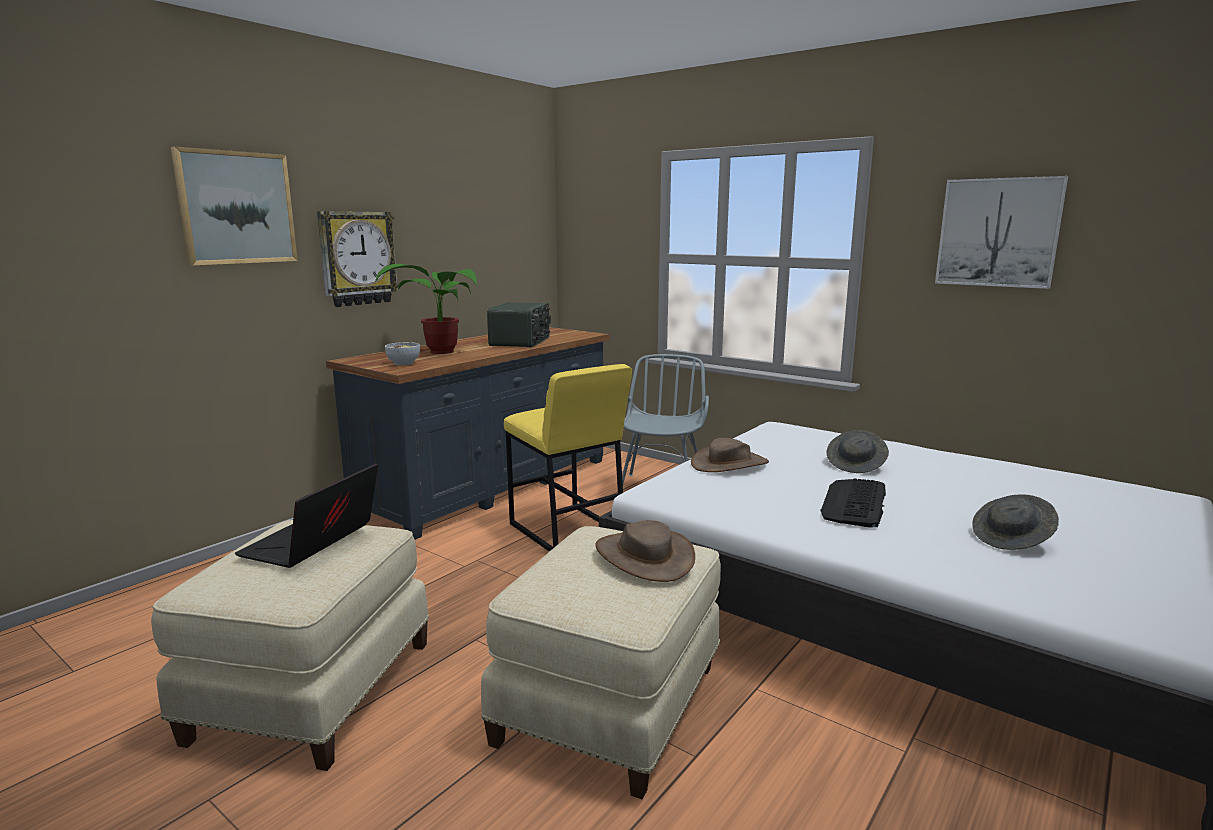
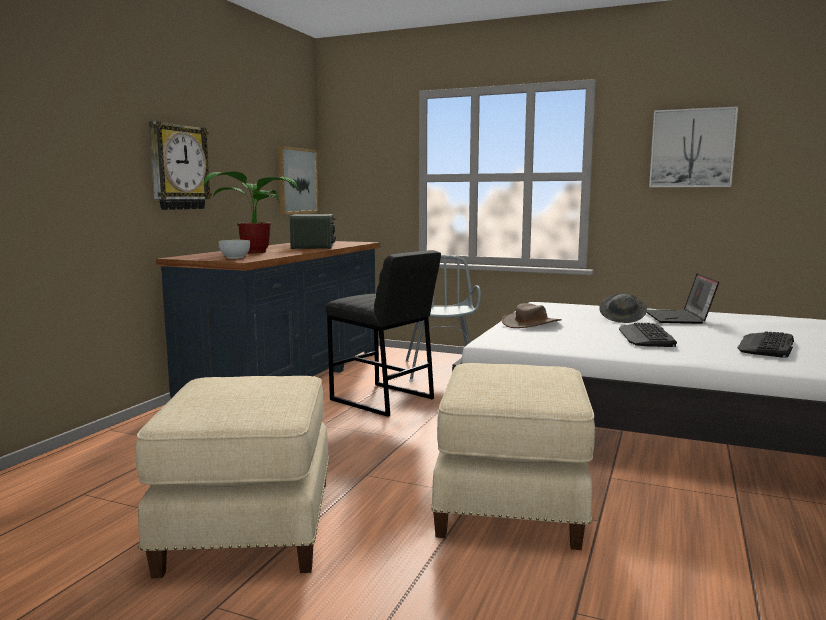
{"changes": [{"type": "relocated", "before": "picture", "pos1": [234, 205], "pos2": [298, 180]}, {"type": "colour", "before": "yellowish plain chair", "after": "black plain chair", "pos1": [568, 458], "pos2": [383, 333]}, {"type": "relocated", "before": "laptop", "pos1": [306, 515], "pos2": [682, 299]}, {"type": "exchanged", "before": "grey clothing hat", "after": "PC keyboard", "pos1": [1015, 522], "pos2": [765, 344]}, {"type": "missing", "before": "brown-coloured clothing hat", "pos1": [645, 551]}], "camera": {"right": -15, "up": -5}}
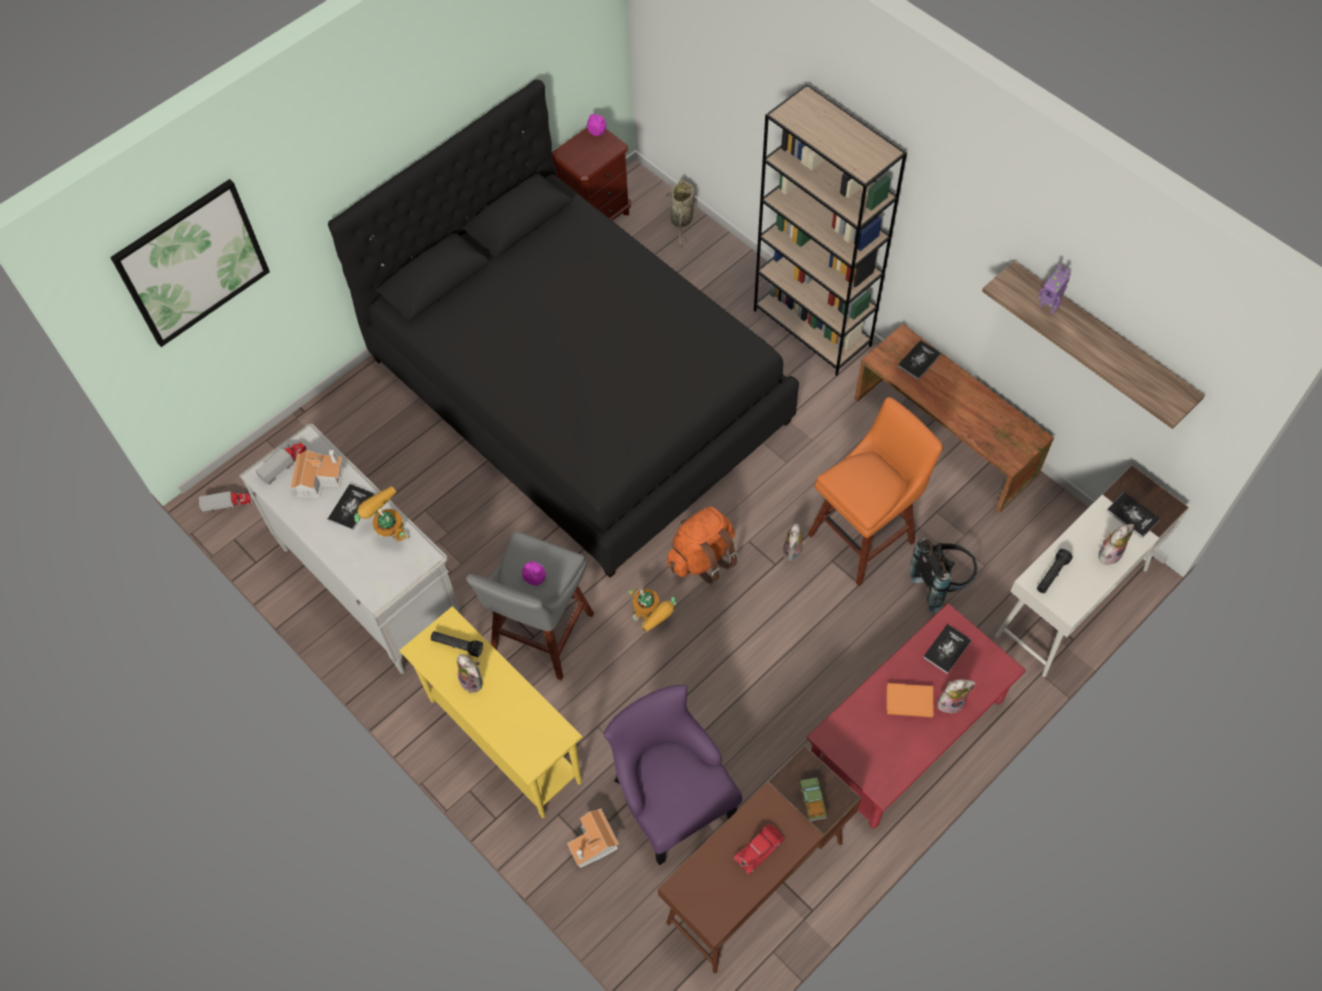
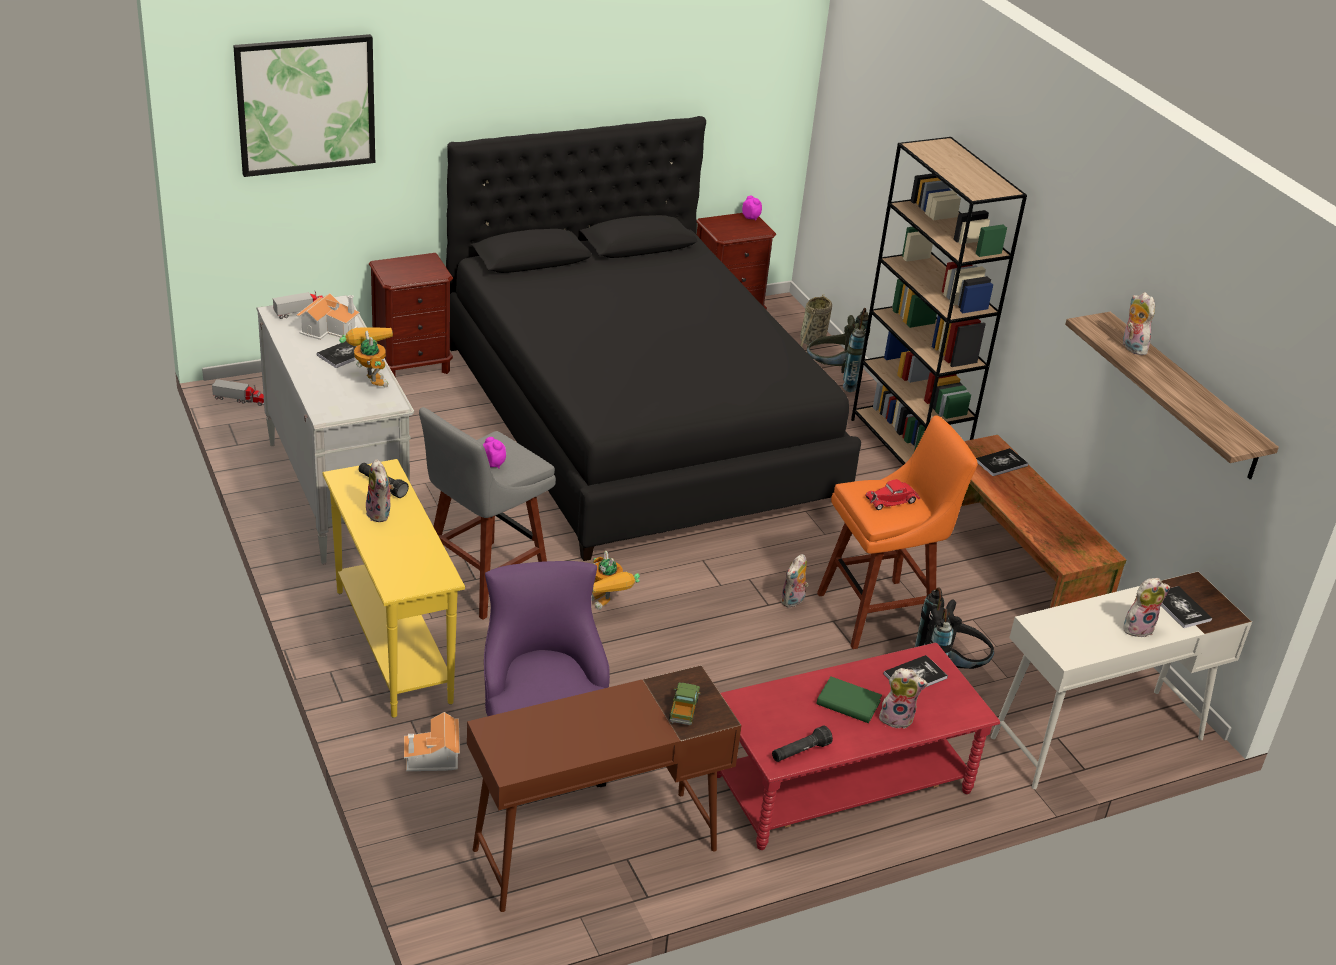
{"changes": [{"type": "appeared", "after": "brown-coloured bedside table", "pos2": [411, 315]}, {"type": "relocated", "before": "black flashlight", "pos1": [1055, 571], "pos2": [802, 744]}, {"type": "appeared", "after": "grey knapsack", "pos2": [838, 350]}, {"type": "colour", "before": "orange-coloured volume", "after": "green-coloured volume", "pos1": [910, 700], "pos2": [849, 699]}, {"type": "relocated", "before": "red-coloured model car", "pos1": [759, 849], "pos2": [892, 494]}, {"type": "exchanged", "before": "toy robot", "after": "cuddly toy", "pos1": [1054, 289], "pos2": [1138, 323]}, {"type": "missing", "before": "orange-coloured knapsack", "pos1": [703, 545]}], "camera": {"right": 15, "up": -25}}
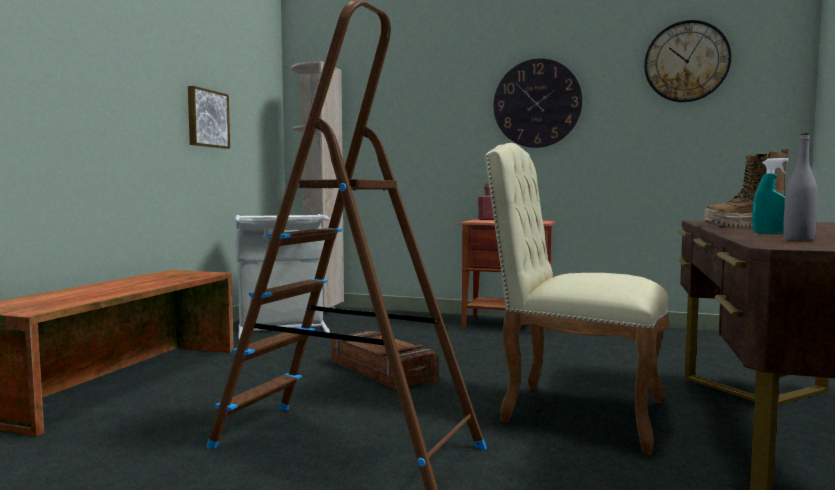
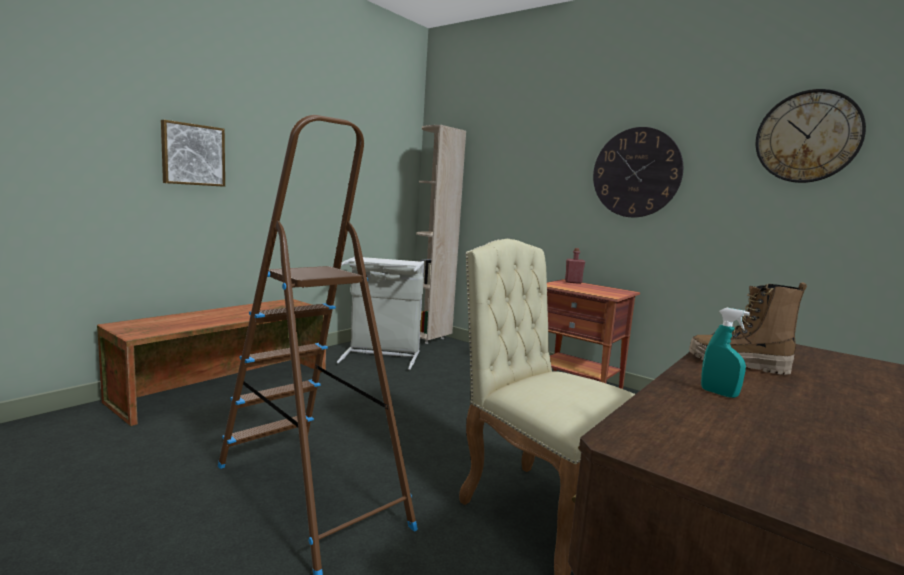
{"changes": [{"type": "relocated", "before": "picture", "pos1": [209, 117], "pos2": [193, 153]}, {"type": "missing", "before": "packing crate", "pos1": [385, 360]}, {"type": "missing", "before": "grey drink bottle", "pos1": [800, 187]}], "camera": {"right": 20, "up": 5}}
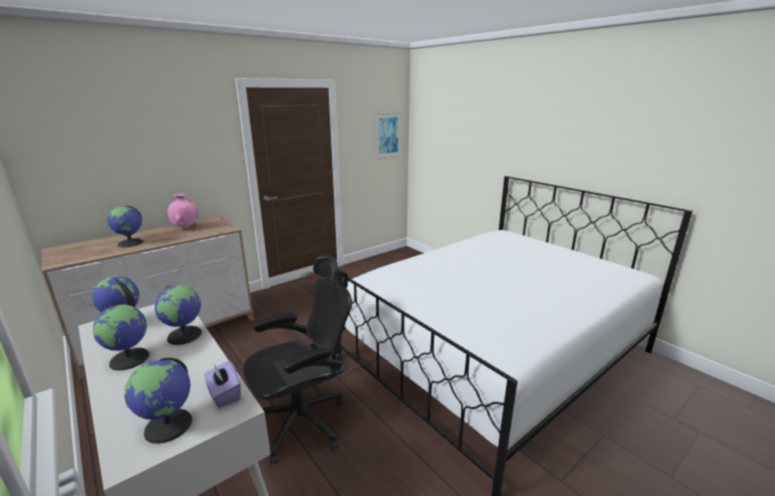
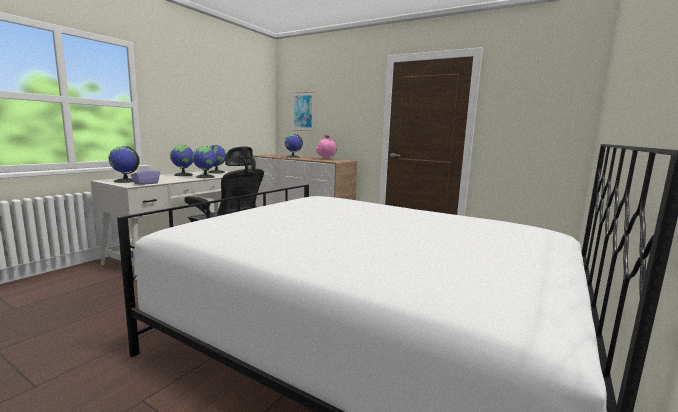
{"changes": [{"type": "relocated", "before": "picture", "pos1": [388, 136], "pos2": [303, 111]}], "camera": {"right": 70, "up": -10}}
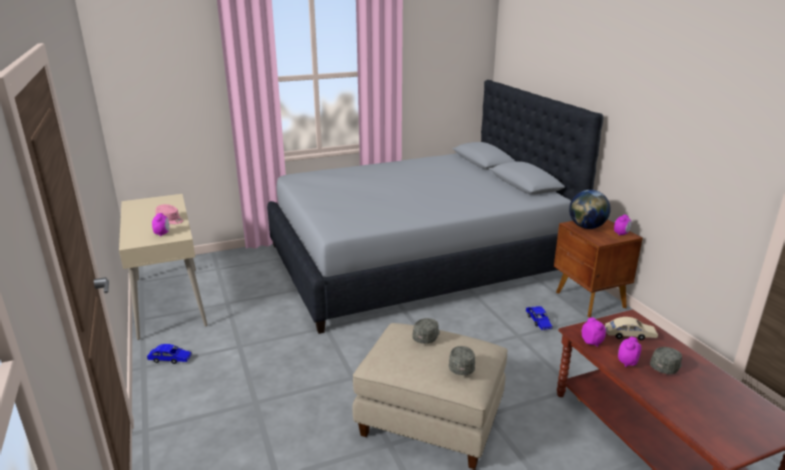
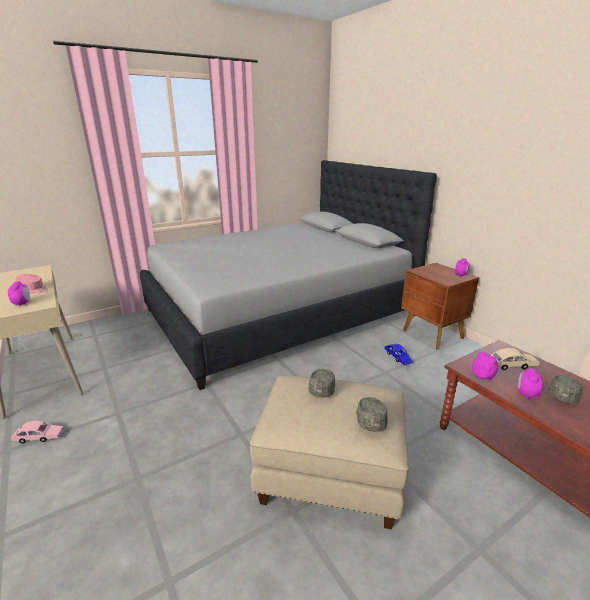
{"changes": [{"type": "colour", "before": "blue-coloured model car", "after": "pink-coloured model car", "pos1": [169, 354], "pos2": [37, 432]}, {"type": "missing", "before": "desk globe", "pos1": [590, 209]}], "camera": {"right": -10, "up": 0}}
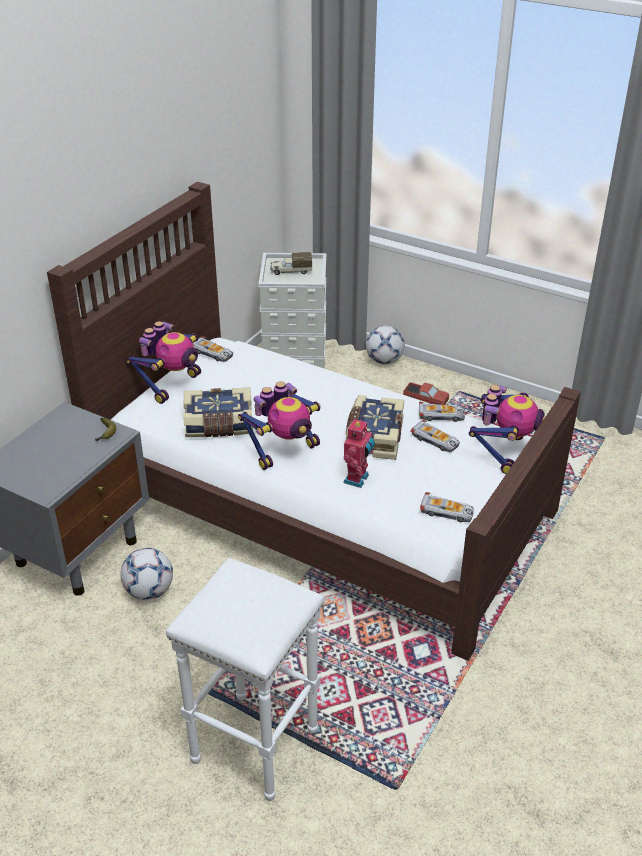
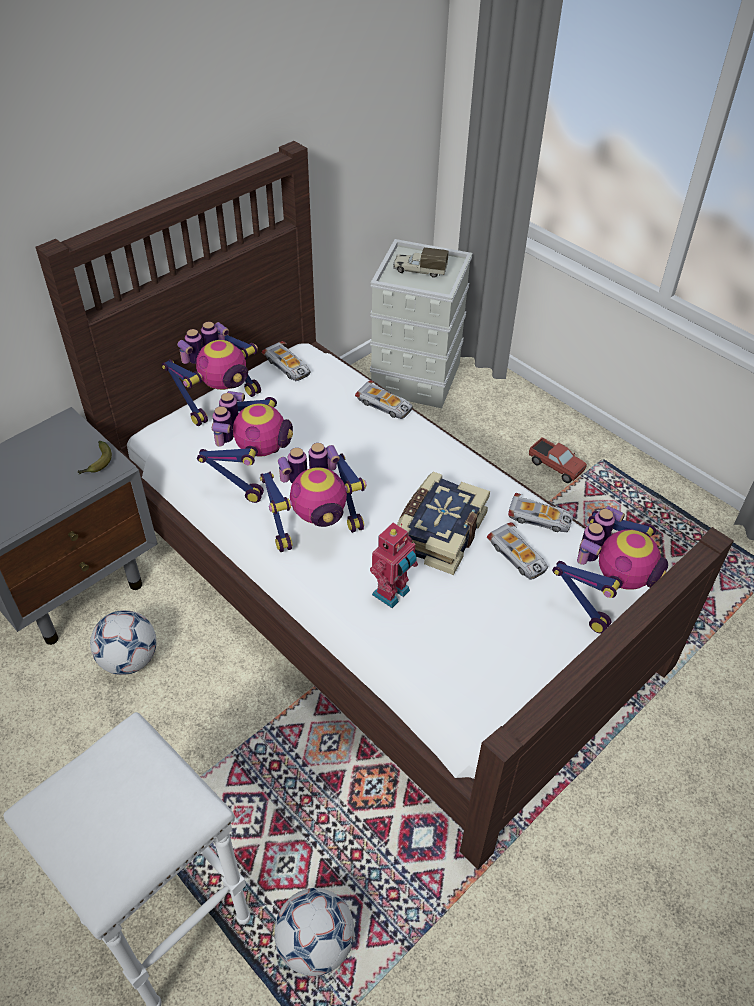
{"changes": [{"type": "exchanged", "before": "volume", "after": "toy robot", "pos1": [218, 412], "pos2": [245, 447]}, {"type": "relocated", "before": "ball for football", "pos1": [385, 344], "pos2": [314, 932]}, {"type": "relocated", "before": "model car", "pos1": [447, 507], "pos2": [384, 399]}], "camera": {"right": 15, "up": 10}}
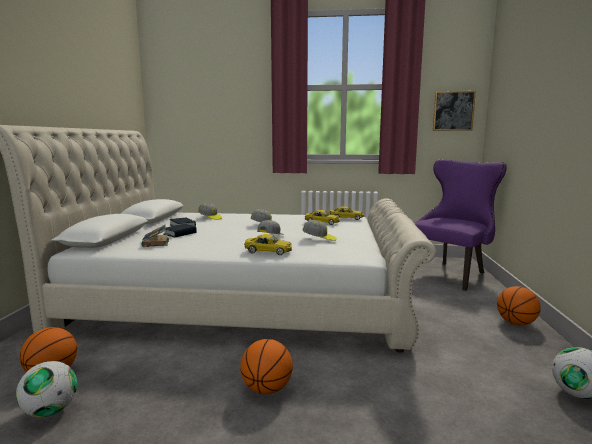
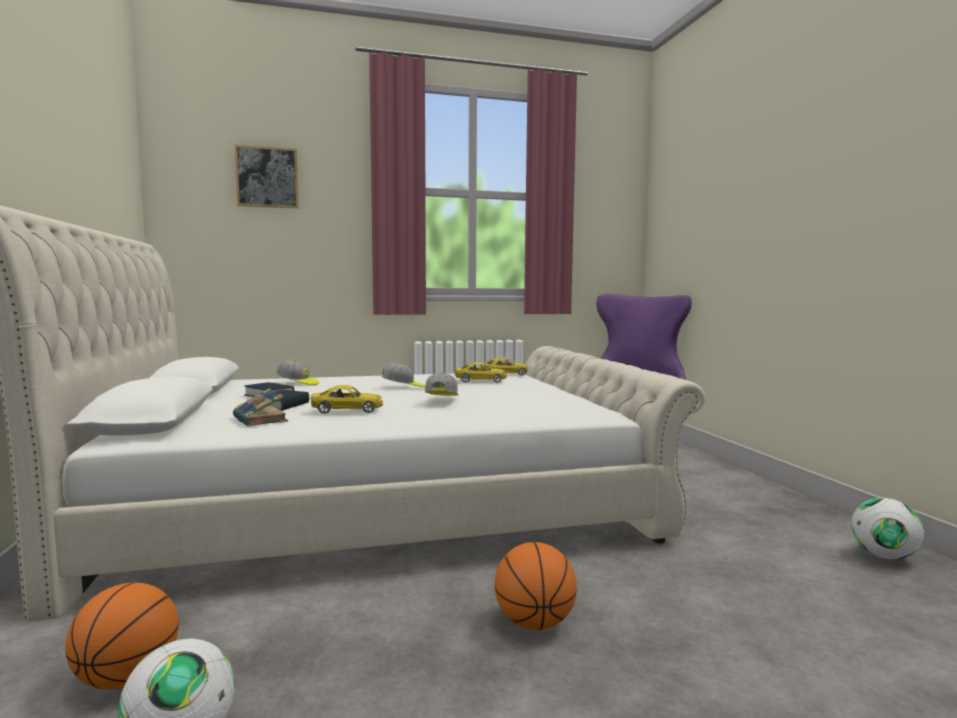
{"changes": [{"type": "relocated", "before": "picture", "pos1": [454, 111], "pos2": [267, 176]}, {"type": "relocated", "before": "yellowish model car", "pos1": [268, 244], "pos2": [347, 399]}, {"type": "missing", "before": "baseball cap", "pos1": [320, 230]}, {"type": "missing", "before": "basketball", "pos1": [519, 305]}], "camera": {"right": -20, "up": -5}}
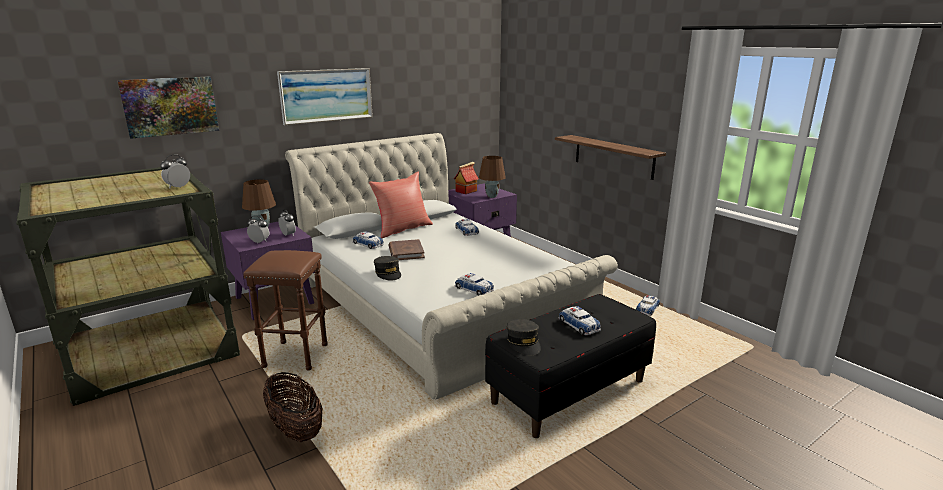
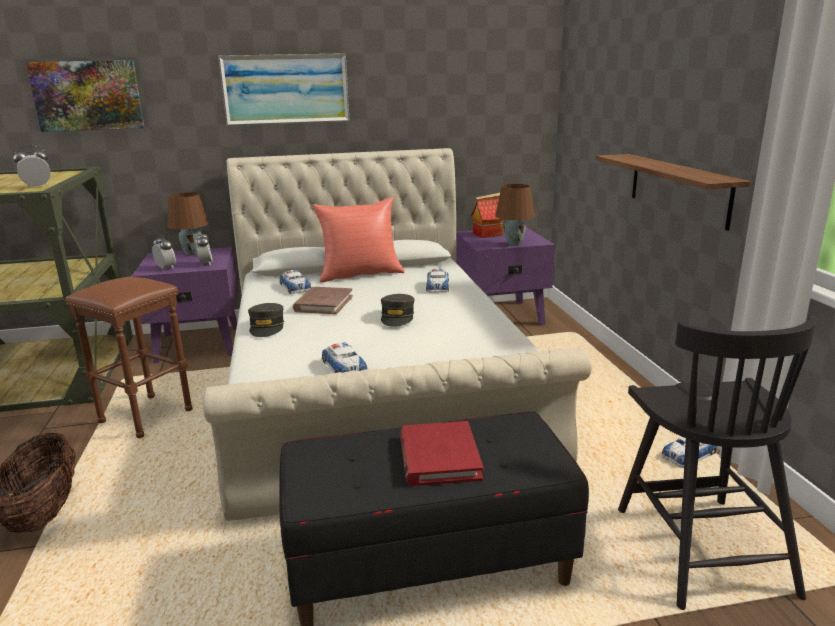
{"changes": [{"type": "relocated", "before": "grey baseball cap", "pos1": [524, 337], "pos2": [398, 310]}, {"type": "exchanged", "before": "model car", "after": "red-coloured volume", "pos1": [580, 320], "pos2": [442, 453]}, {"type": "appeared", "after": "black plain chair", "pos2": [717, 462]}], "camera": {"right": 25, "up": 0}}
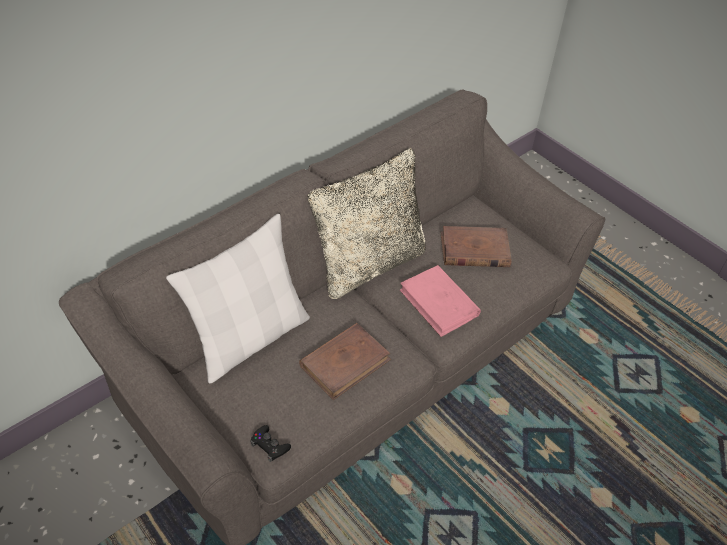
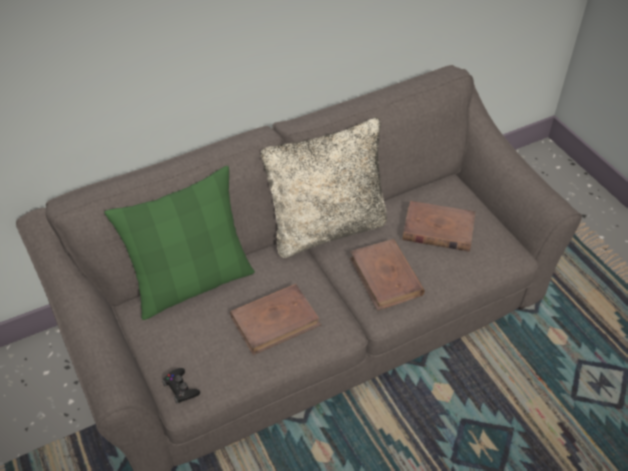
{"changes": [{"type": "colour", "before": "white-coloured cushion", "after": "green-coloured cushion", "pos1": [238, 298], "pos2": [179, 243]}, {"type": "colour", "before": "pink-coloured volume", "after": "brown-coloured volume", "pos1": [440, 301], "pos2": [387, 275]}], "camera": {"right": 15, "up": 0}}
